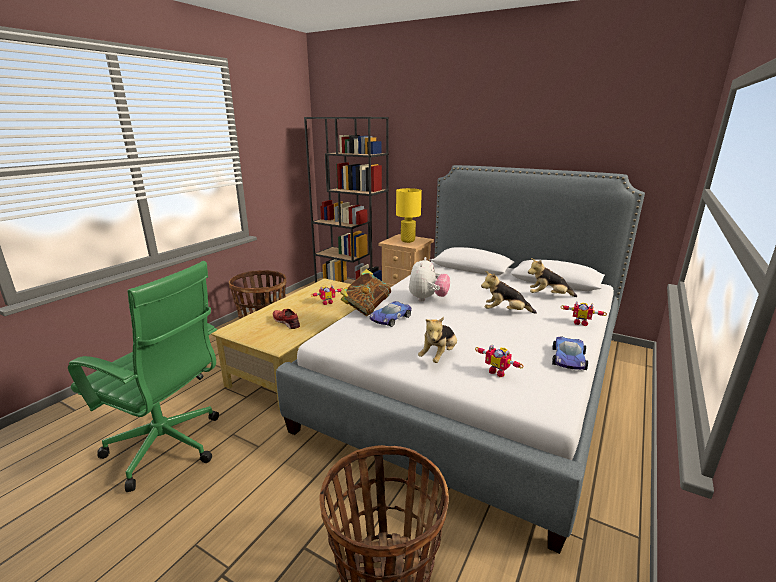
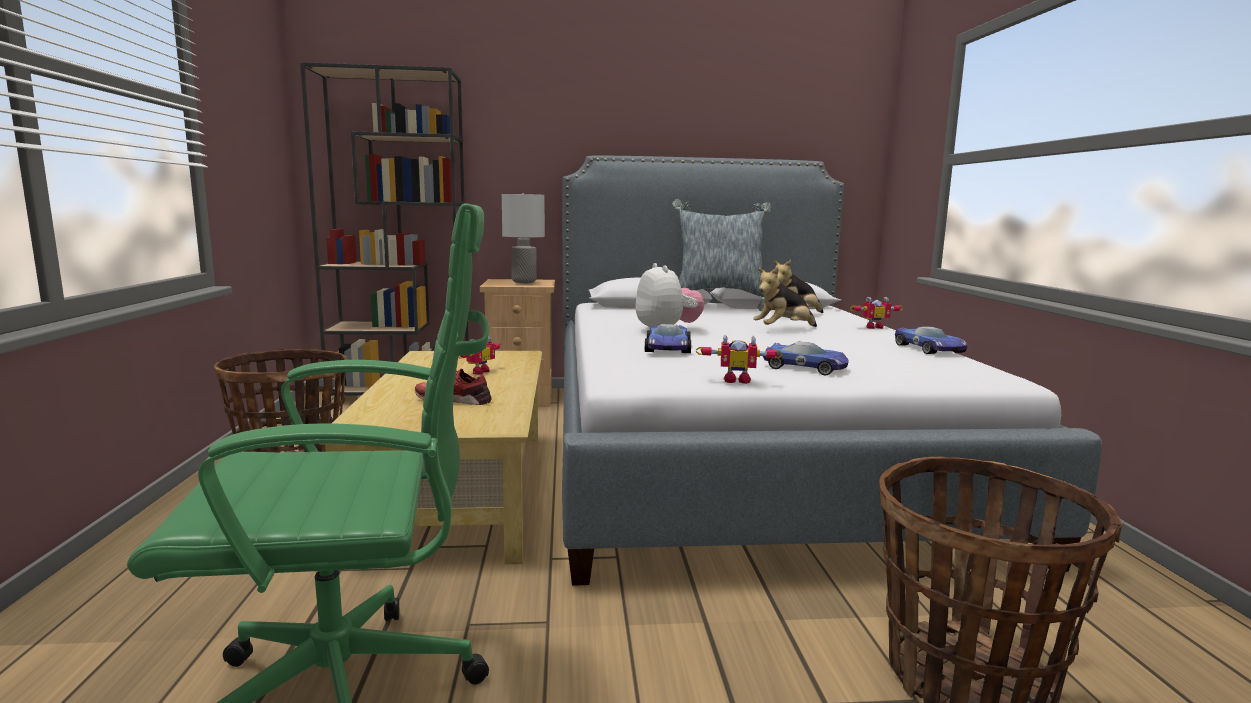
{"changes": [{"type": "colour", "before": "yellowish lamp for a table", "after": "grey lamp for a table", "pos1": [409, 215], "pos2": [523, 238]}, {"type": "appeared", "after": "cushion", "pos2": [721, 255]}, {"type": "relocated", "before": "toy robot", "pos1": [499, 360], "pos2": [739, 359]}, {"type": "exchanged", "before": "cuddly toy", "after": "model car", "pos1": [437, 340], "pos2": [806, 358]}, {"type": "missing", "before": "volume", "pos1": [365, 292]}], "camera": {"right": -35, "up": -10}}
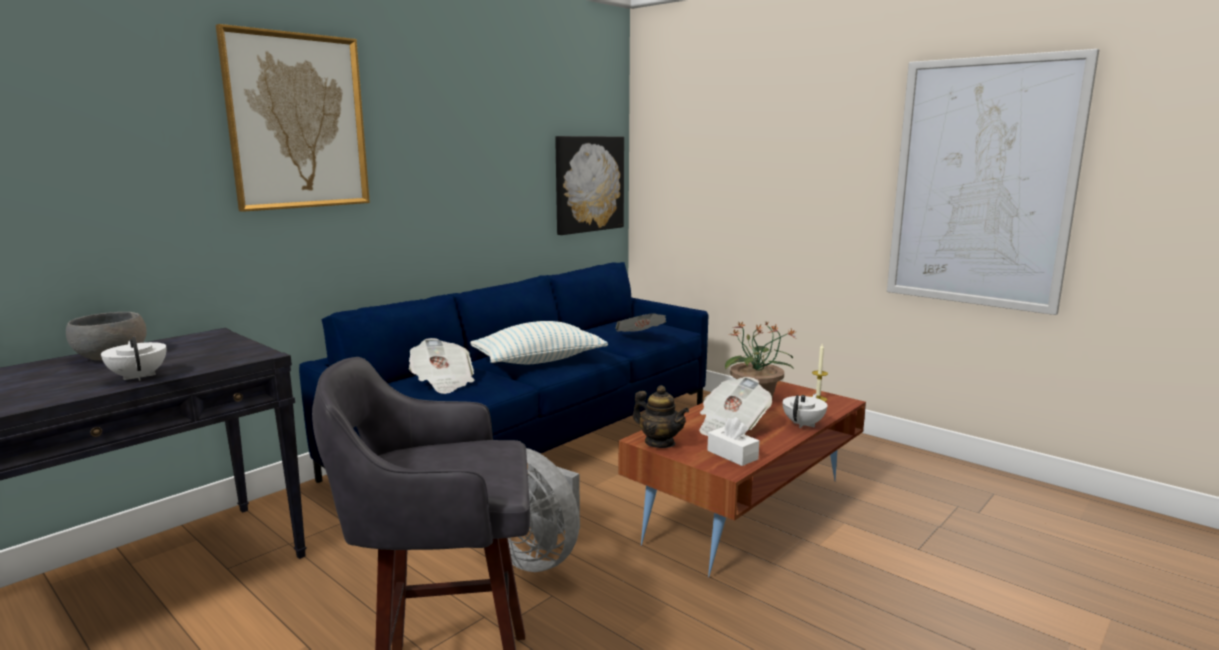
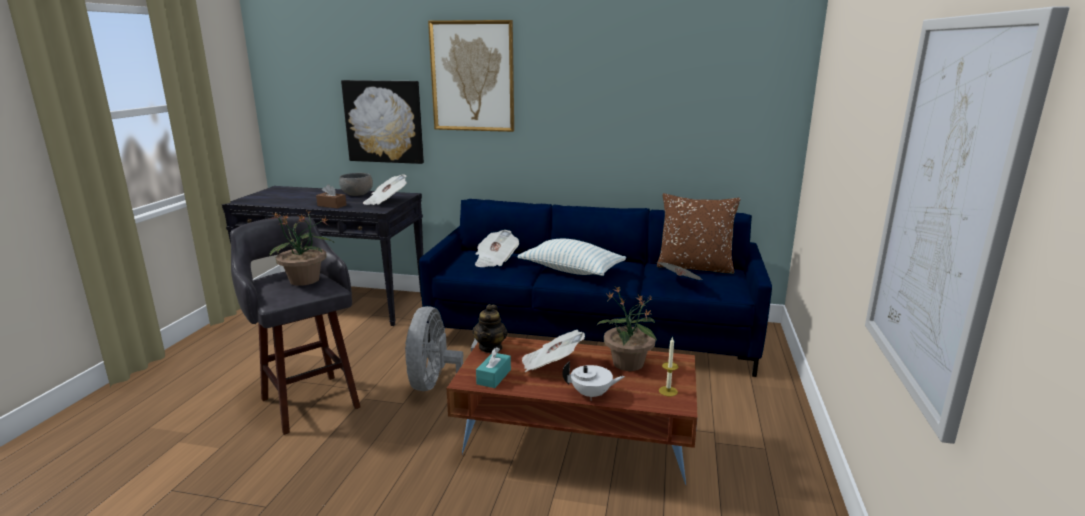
{"changes": [{"type": "appeared", "after": "potted plant", "pos2": [301, 248]}, {"type": "exchanged", "before": "white-coloured pot for tea", "after": "brown-coloured box of tissues", "pos1": [133, 359], "pos2": [331, 196]}, {"type": "relocated", "before": "picture", "pos1": [589, 185], "pos2": [382, 122]}, {"type": "appeared", "after": "printed paper", "pos2": [385, 190]}, {"type": "colour", "before": "white-coloured box of tissues", "after": "turquoise box of tissues", "pos1": [733, 441], "pos2": [493, 367]}, {"type": "appeared", "after": "brown-coloured cushion", "pos2": [699, 233]}], "camera": {"right": 60, "up": 5}}
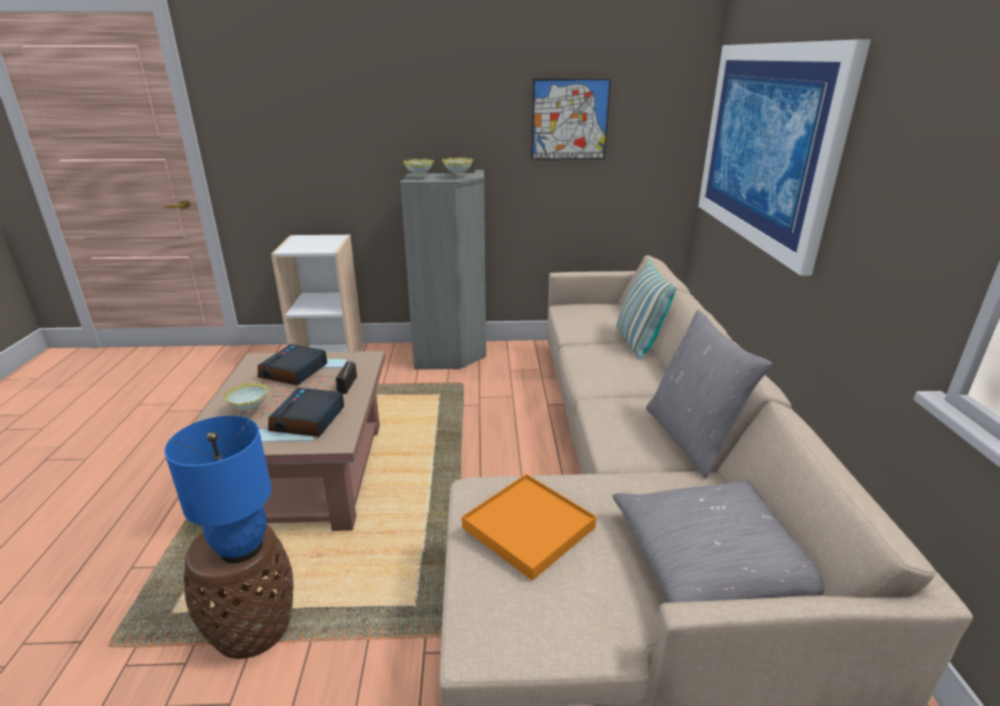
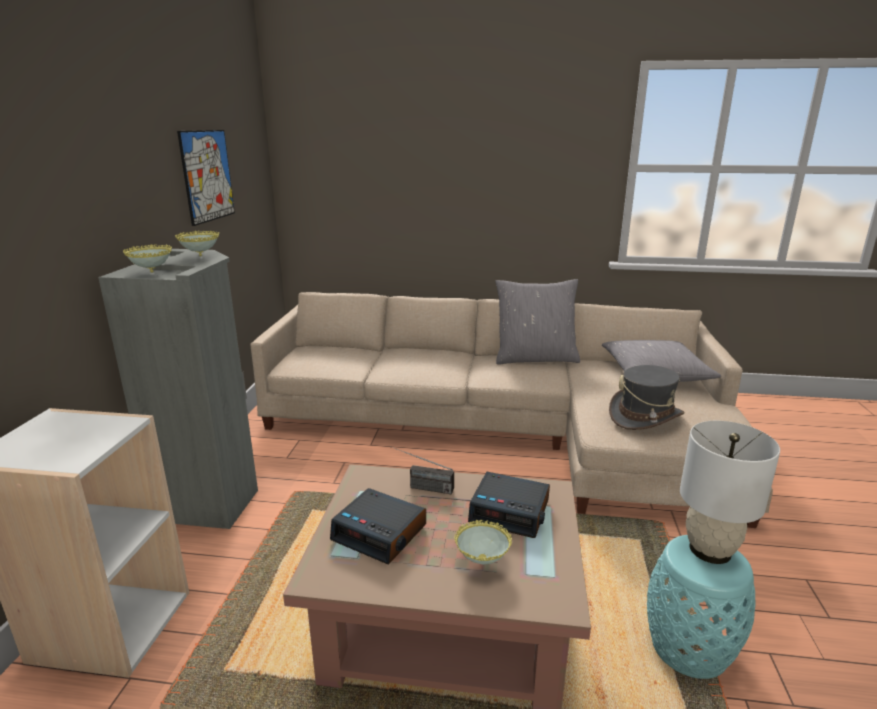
{"changes": [{"type": "exchanged", "before": "orange-coloured tray", "after": "grey clothing hat", "pos1": [529, 527], "pos2": [647, 397]}, {"type": "colour", "before": "brown-coloured sitting stool", "after": "turquoise sitting stool", "pos1": [239, 591], "pos2": [701, 607]}, {"type": "colour", "before": "blue-coloured lamp for a table", "after": "white-coloured lamp for a table", "pos1": [218, 489], "pos2": [730, 492]}, {"type": "missing", "before": "cushion", "pos1": [647, 310]}, {"type": "missing", "before": "picture", "pos1": [784, 158]}], "camera": {"right": -80, "up": -5}}
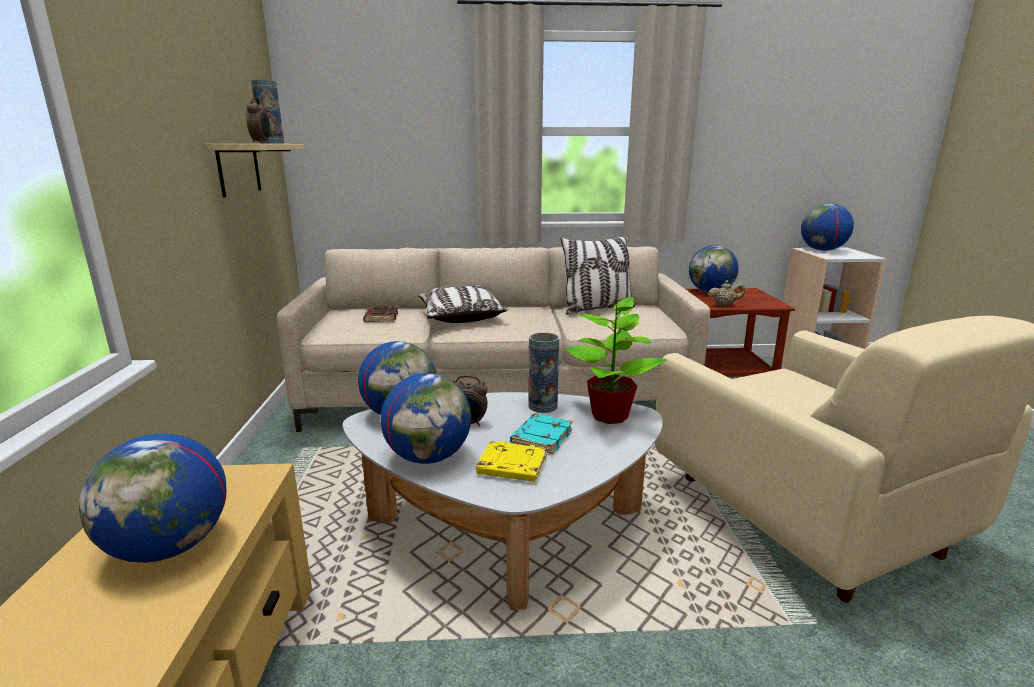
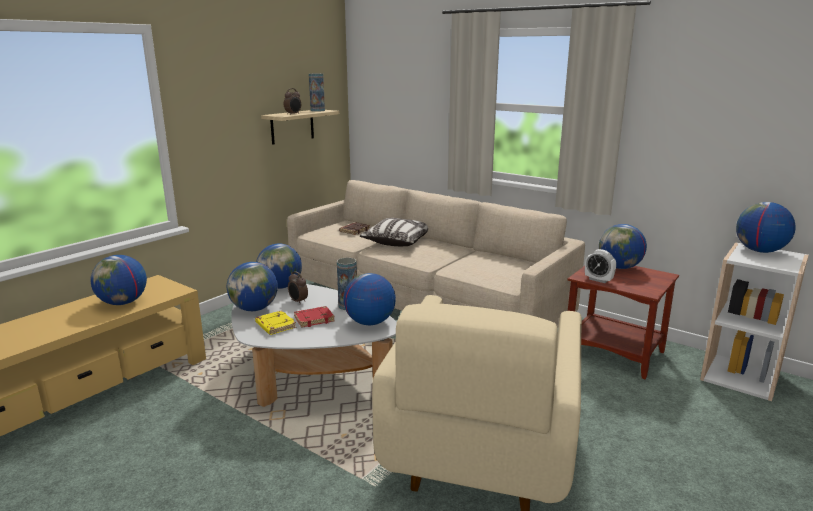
{"changes": [{"type": "colour", "before": "turquoise volume", "after": "red-coloured volume", "pos1": [541, 434], "pos2": [314, 317]}, {"type": "exchanged", "before": "potted plant", "after": "desk globe", "pos1": [616, 358], "pos2": [369, 299]}, {"type": "exchanged", "before": "beige-coloured pot for tea", "after": "table clock", "pos1": [726, 293], "pos2": [600, 266]}, {"type": "missing", "before": "cushion", "pos1": [598, 275]}], "camera": {"right": 40, "up": 0}}
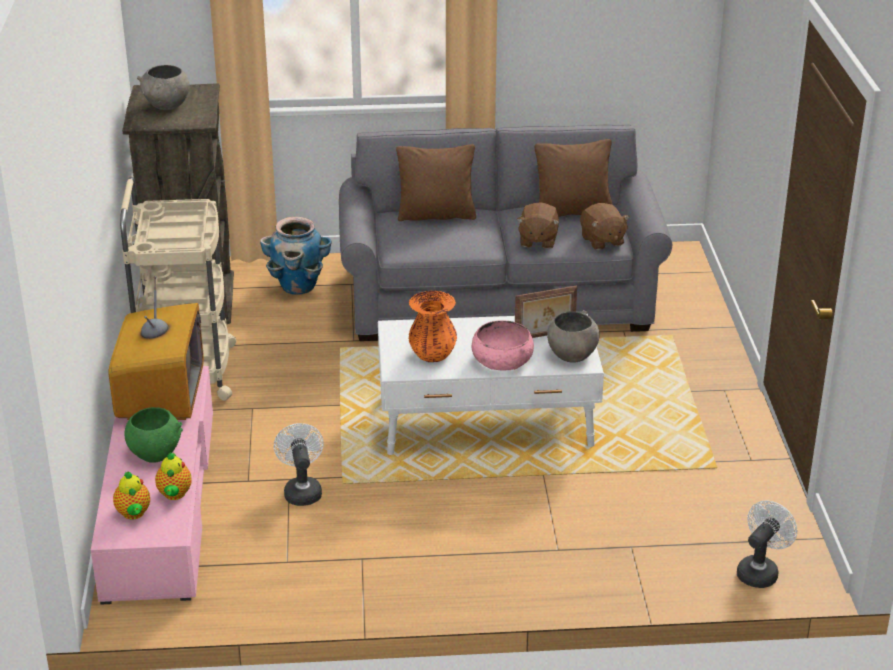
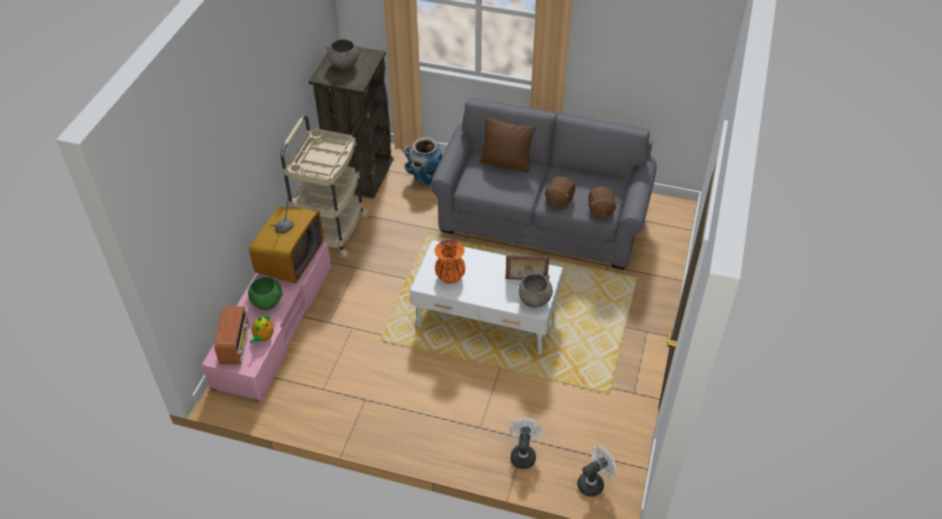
{"changes": [{"type": "exchanged", "before": "pot for tea", "after": "radio set", "pos1": [131, 495], "pos2": [231, 335]}, {"type": "relocated", "before": "white-coloured cooling fan", "pos1": [299, 464], "pos2": [526, 443]}, {"type": "missing", "before": "pink-coloured deep dish", "pos1": [503, 345]}, {"type": "missing", "before": "brown-coloured cushion", "pos1": [574, 178]}], "camera": {"right": 20, "up": 15}}
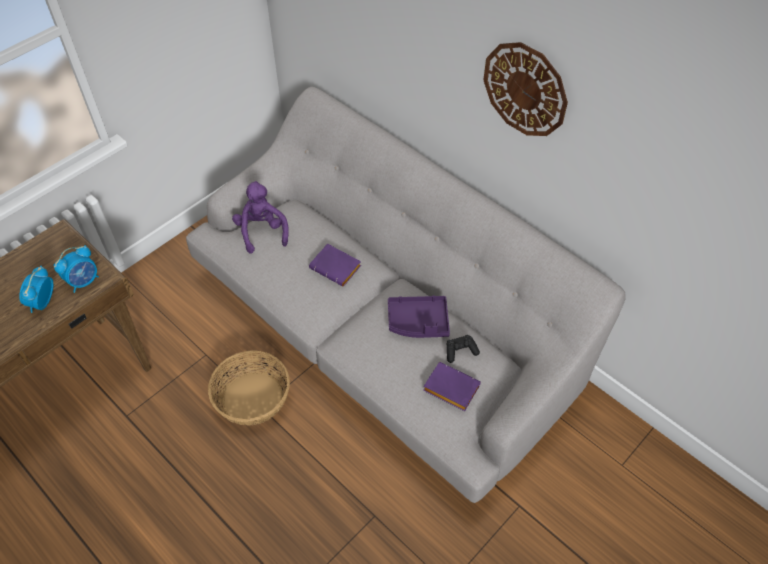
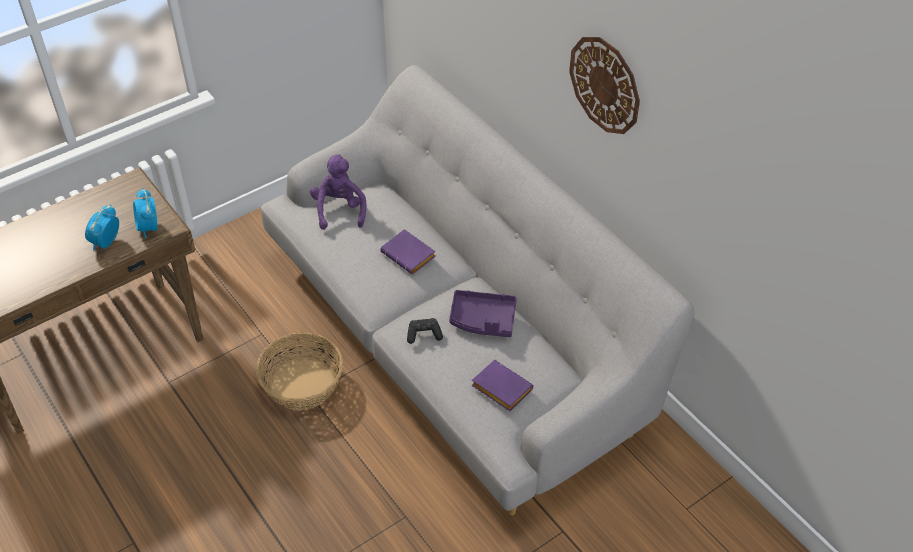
{"changes": [{"type": "spun", "before": "table clock", "pos1": [76, 269], "pos2": [145, 213], "turn": 105}, {"type": "relocated", "before": "black game controller", "pos1": [463, 349], "pos2": [425, 331]}], "camera": {"right": 10, "up": -5}}
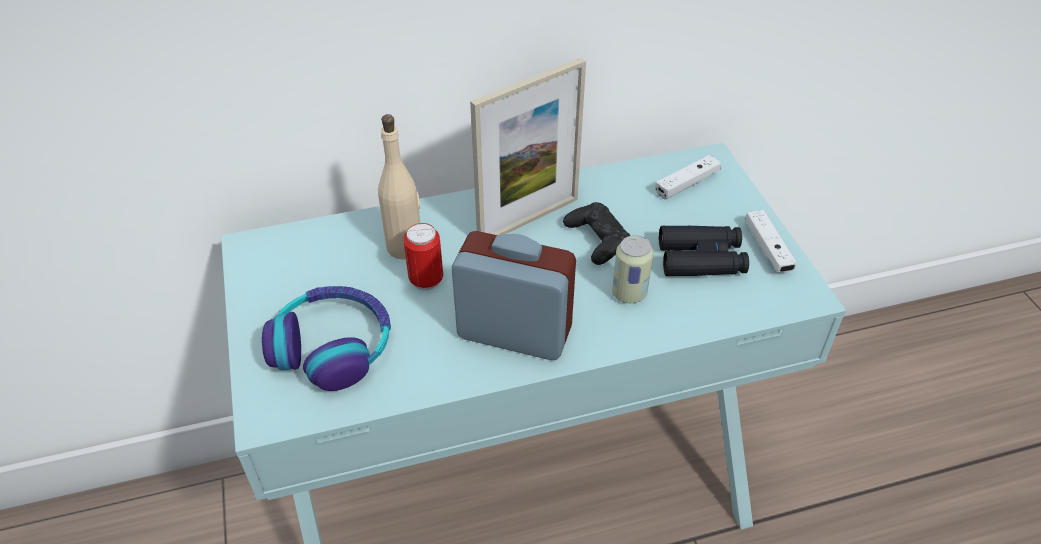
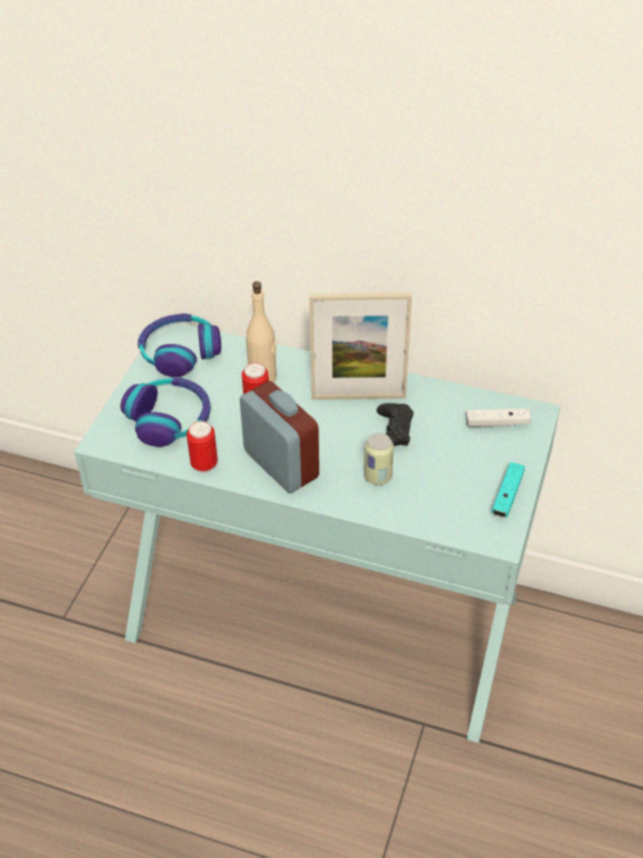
{"changes": [{"type": "appeared", "after": "pair of headphones", "pos2": [179, 345]}, {"type": "appeared", "after": "can", "pos2": [202, 447]}, {"type": "colour", "before": "white-coloured game controller", "after": "turquoise game controller", "pos1": [771, 241], "pos2": [508, 490]}, {"type": "missing", "before": "black binoculars", "pos1": [704, 251]}], "camera": {"right": 35, "up": 0}}
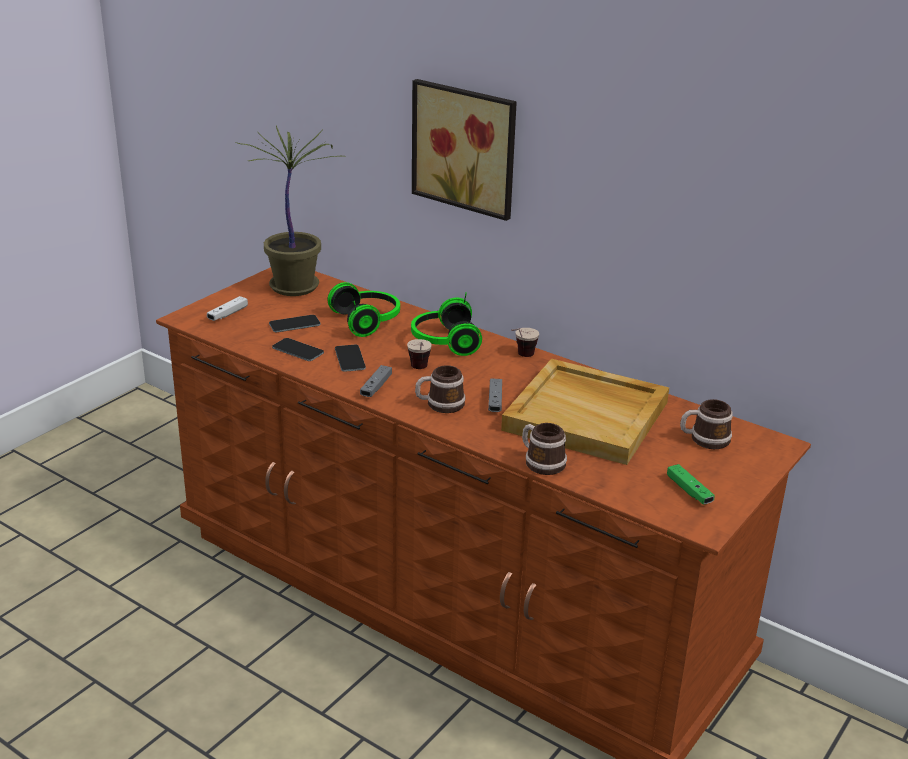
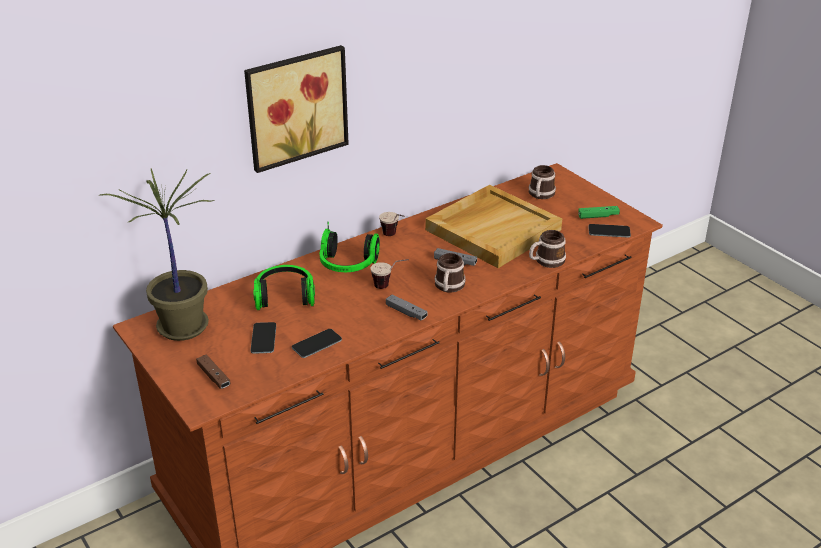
{"changes": [{"type": "colour", "before": "white-coloured game controller", "after": "brown-coloured game controller", "pos1": [227, 308], "pos2": [213, 372]}, {"type": "relocated", "before": "handset", "pos1": [350, 358], "pos2": [609, 231]}], "camera": {"right": -70, "up": 5}}
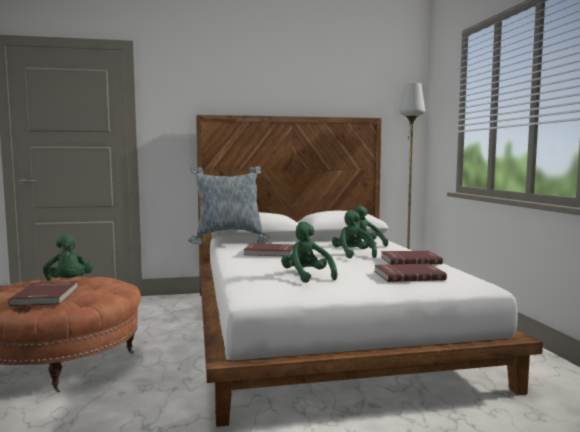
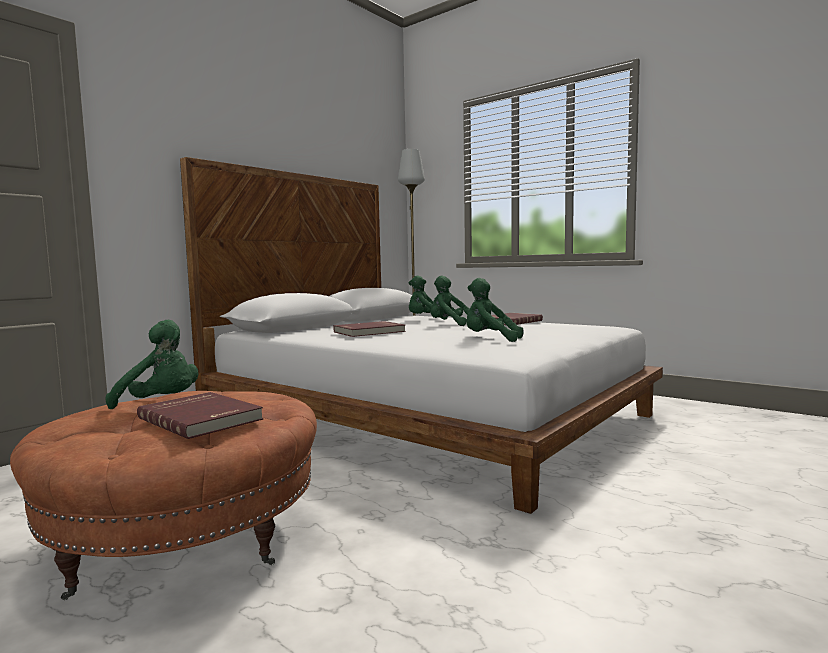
{"changes": [{"type": "missing", "before": "cushion", "pos1": [229, 205]}, {"type": "missing", "before": "red-coloured volume", "pos1": [410, 272]}], "camera": {"right": -40, "up": 0}}
